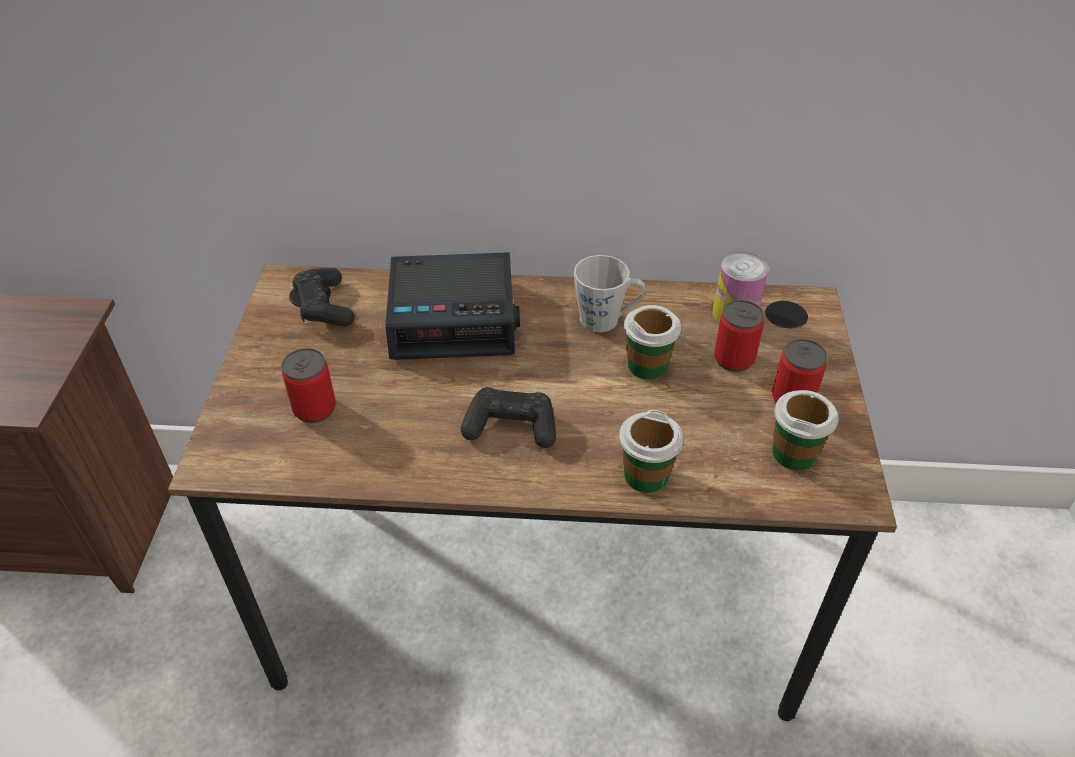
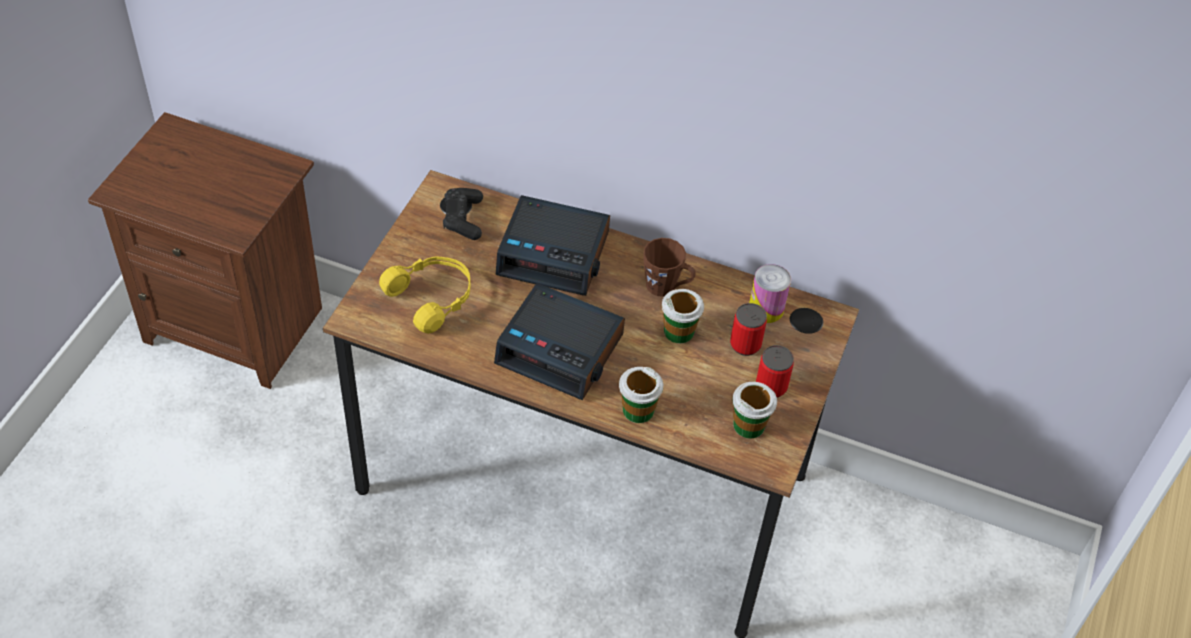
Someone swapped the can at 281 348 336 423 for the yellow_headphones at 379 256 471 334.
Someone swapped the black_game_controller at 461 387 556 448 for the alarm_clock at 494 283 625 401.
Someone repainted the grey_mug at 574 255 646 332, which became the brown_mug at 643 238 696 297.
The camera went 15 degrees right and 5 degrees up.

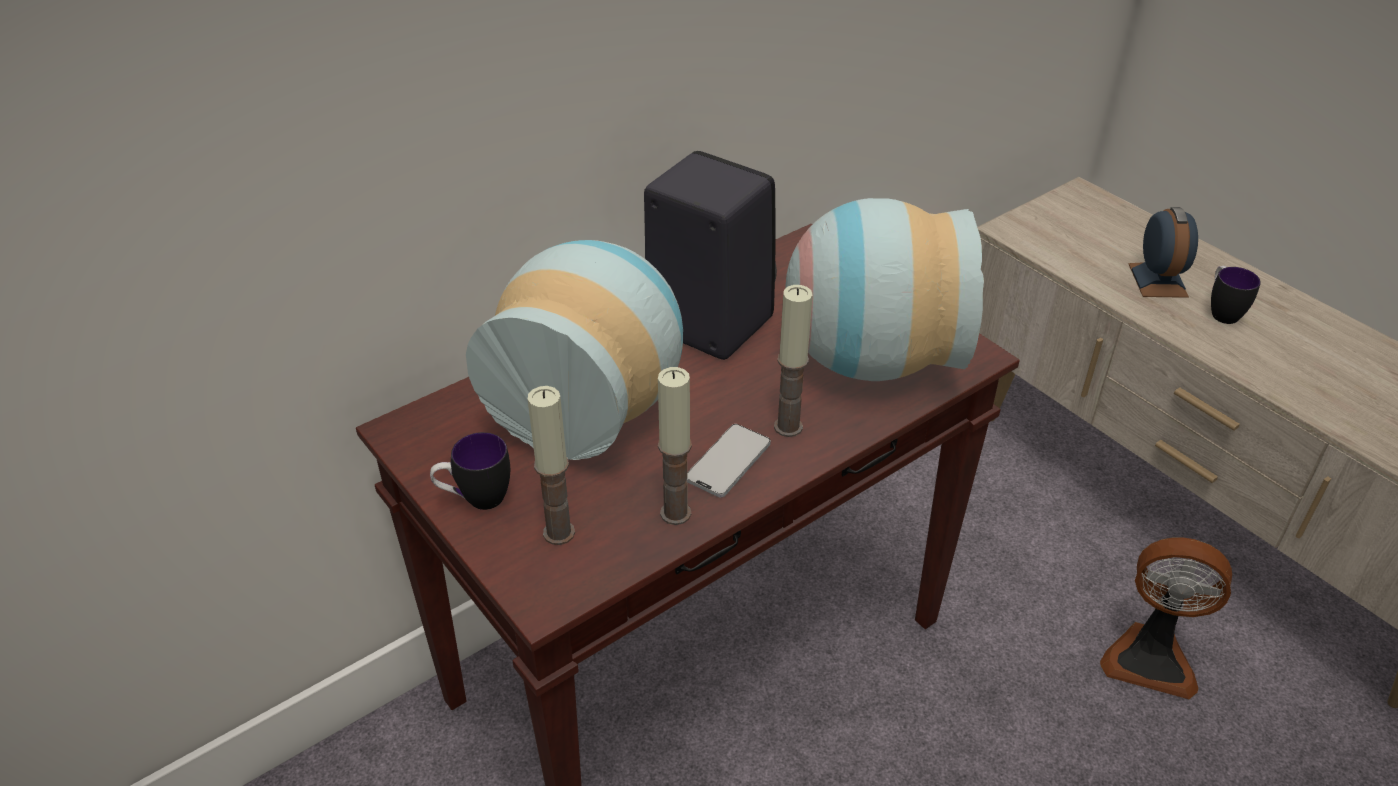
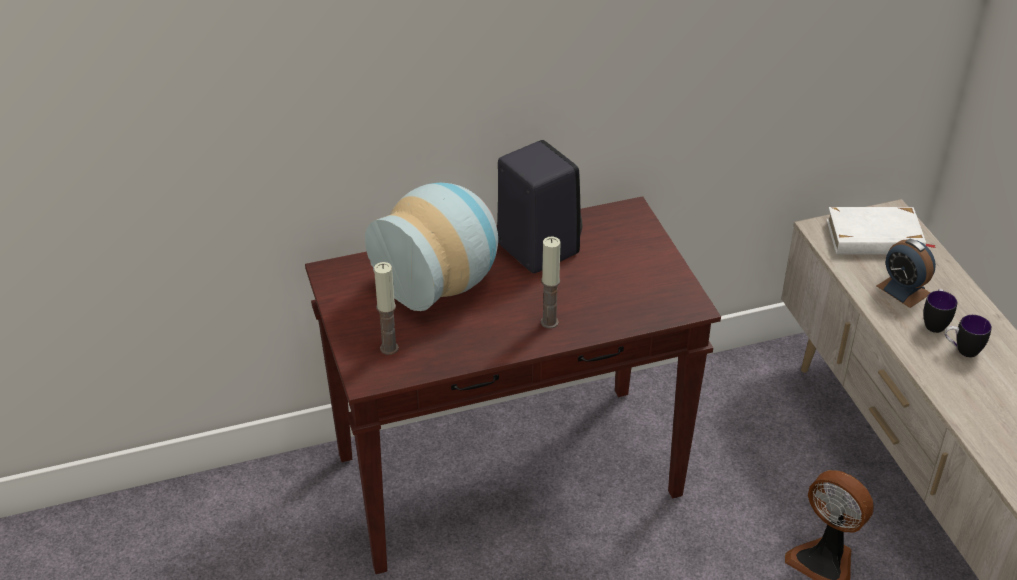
Someone took away the candle at 658 367 692 525.
Someone took away the phone at 687 424 771 498.
Someone took away the vase at 785 198 984 381.
Someone put down the white_book at 826 207 936 255.
Someone carried the mug from 430 432 510 510 to 945 315 992 357.
Someone rotated the alarm_clock at 1129 207 1198 298 by 120 degrees clockwise.
The camera went 20 degrees right and 0 degrees up.

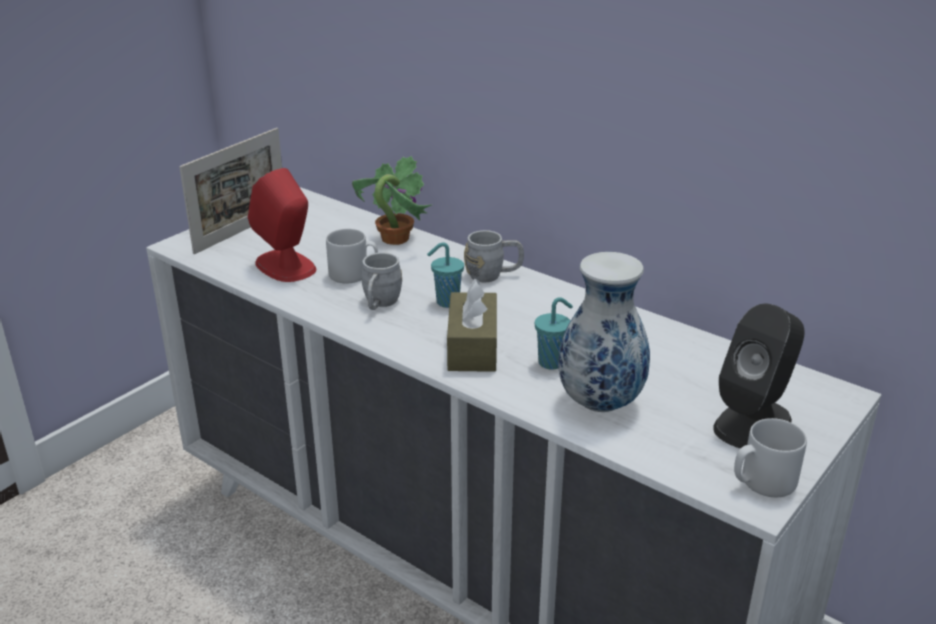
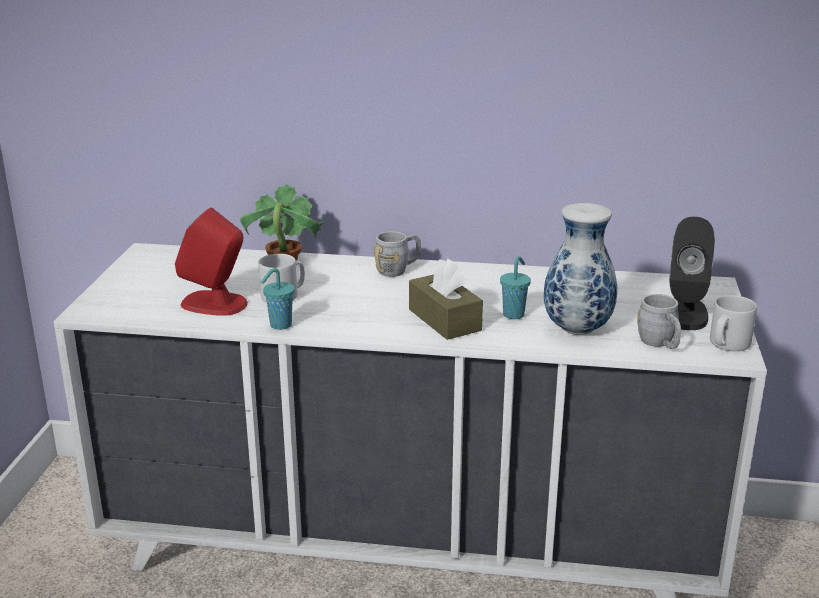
Someone took away the picture_frame at 179 128 282 254.
Someone carried the grey_mug from 361 252 402 310 to 637 294 681 349.
Someone carried the turquoise_cup from 427 243 464 308 to 261 268 295 330.
The camera went 30 degrees left and 5 degrees down.

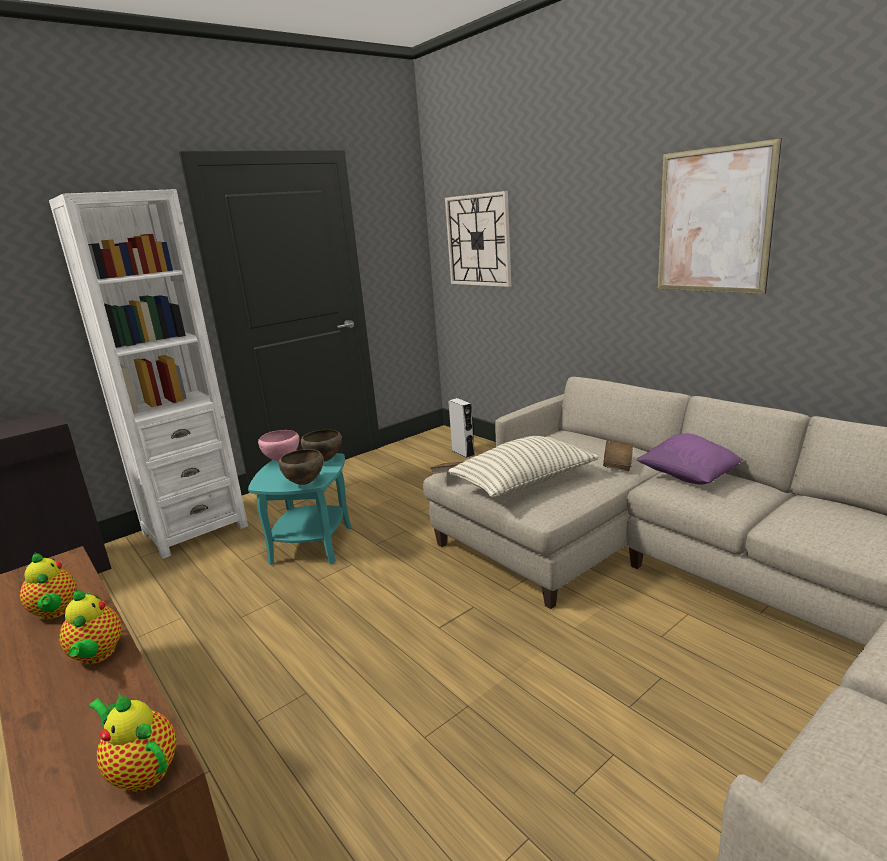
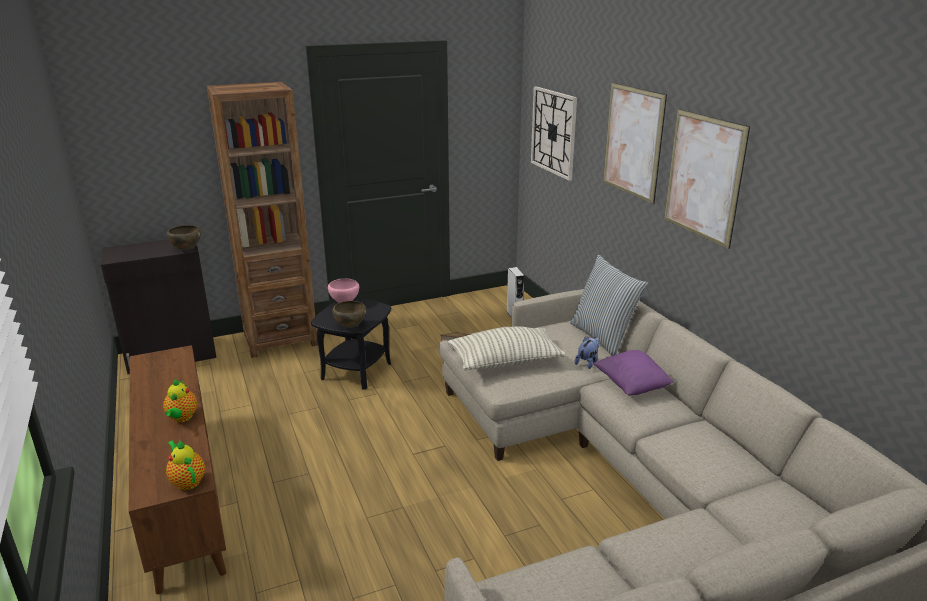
Someone took away the teapot at 20 552 77 620.
Someone put down the pillow at 570 255 648 356.
Someone put up the picture at 603 83 667 204.
Someone carried the brown_bowl from 301 429 342 462 to 167 225 201 251.
Someone swapped the brown_book at 603 440 633 471 for the plush_toy at 575 336 600 369.
Someone repainted the white_bookcase at 49 189 248 559, which became the brown_bookcase at 207 82 318 358.
Someone repainted the turquoise_side_table at 248 453 351 565, which became the black_side_table at 311 298 392 390.
The camera went 15 degrees right and 5 degrees up.

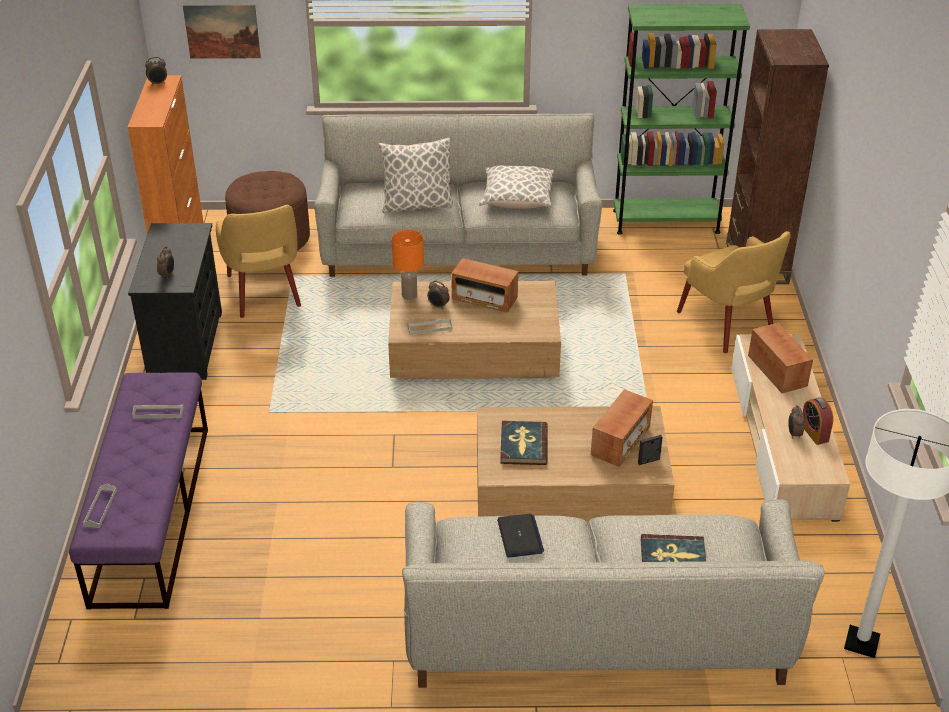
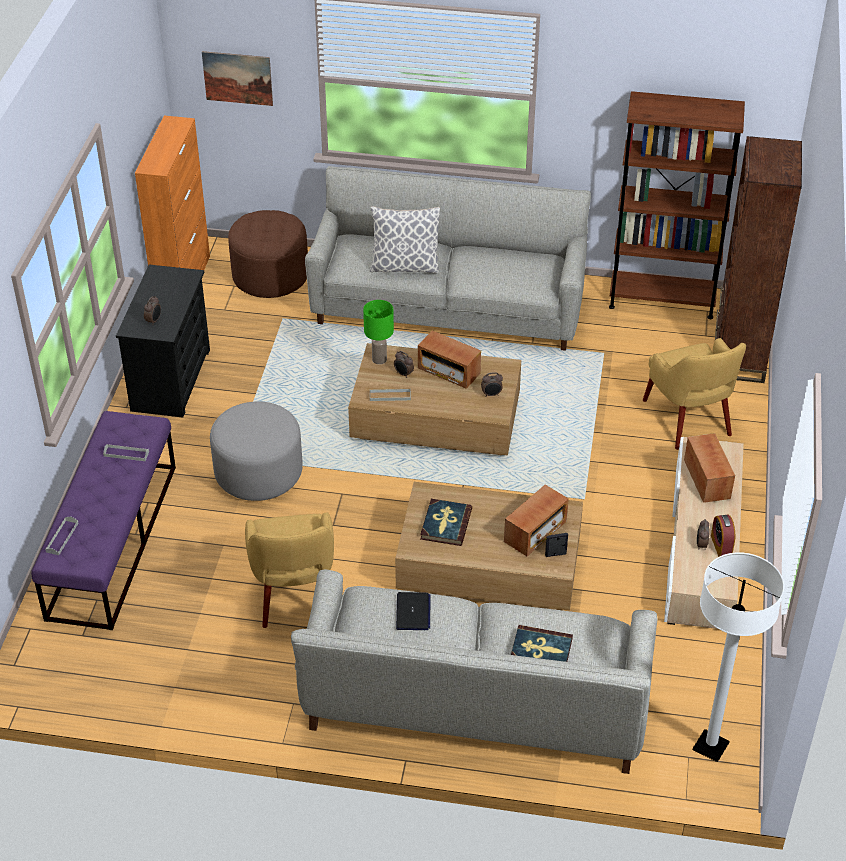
Someone took away the pillow at 479 165 554 209.
Someone put down the grey_ottoman at 210 401 303 501.
Someone carried the alarm_clock from 145 57 167 85 to 481 372 503 397.
Someone carried the yellow_armchair from 216 205 301 318 to 245 513 334 628.
Someone repainted the orange_table_lamp at 392 230 424 300, which became the green_table_lamp at 363 300 394 364.
Someone repainted the green_bookcase at 613 4 750 235, which became the brown_bookcase at 609 91 745 319.
The camera went 10 degrees right and 5 degrees up.

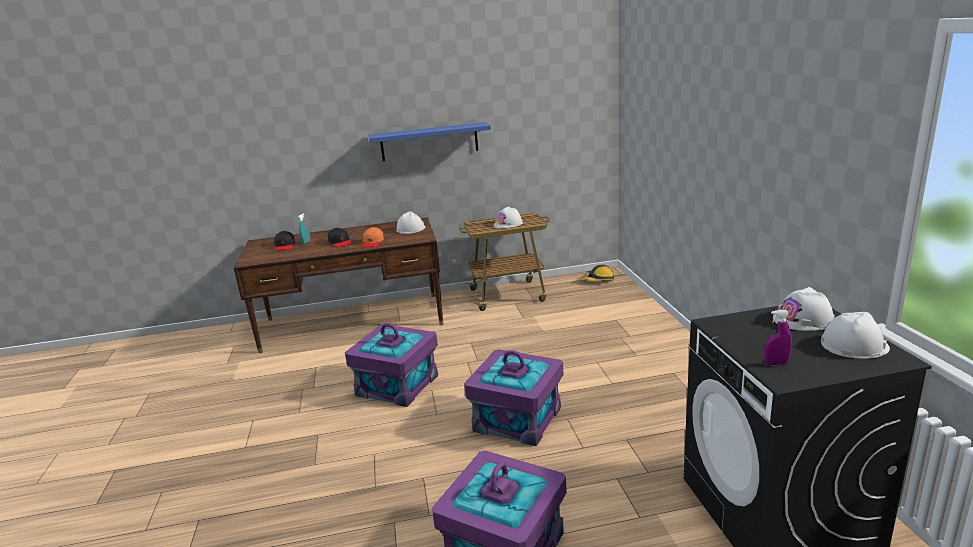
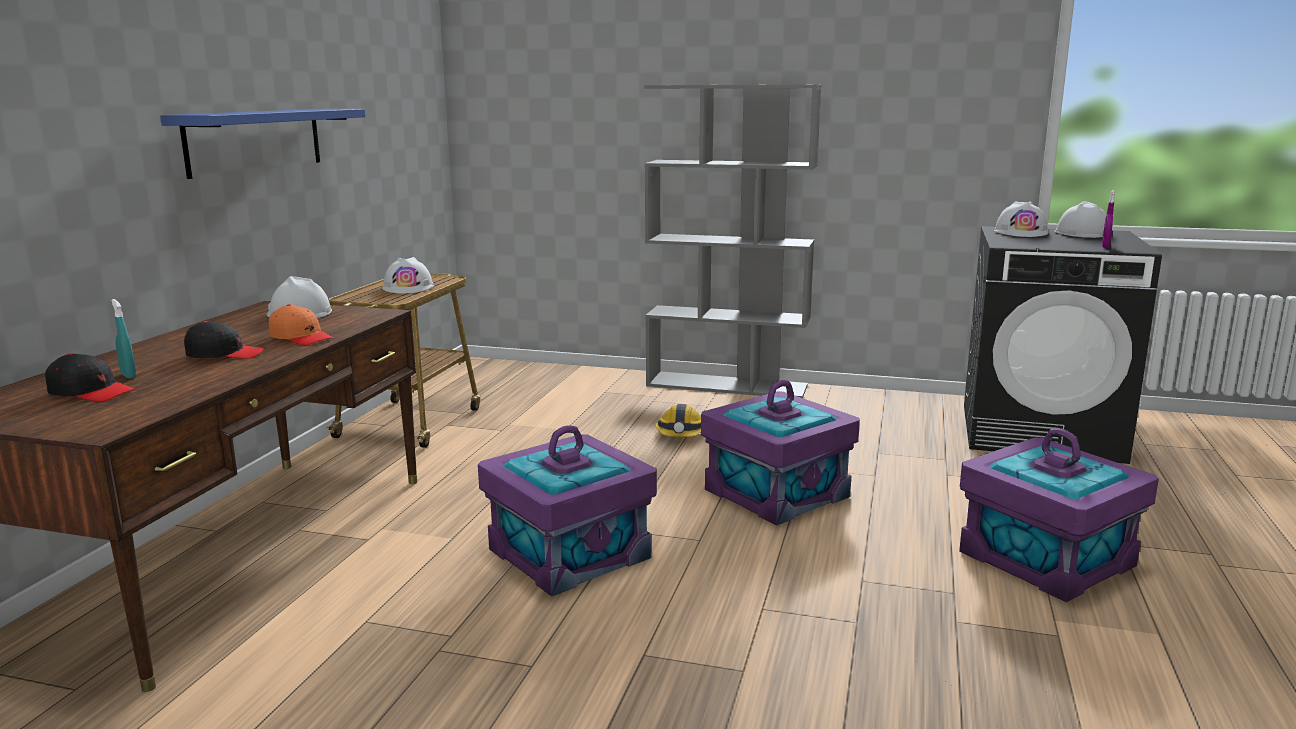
Someone put down the grey_bookcase at 644 84 822 398.
Someone carried the hard_hat from 583 264 615 281 to 655 404 701 437.
The camera went 65 degrees left and 5 degrees down.

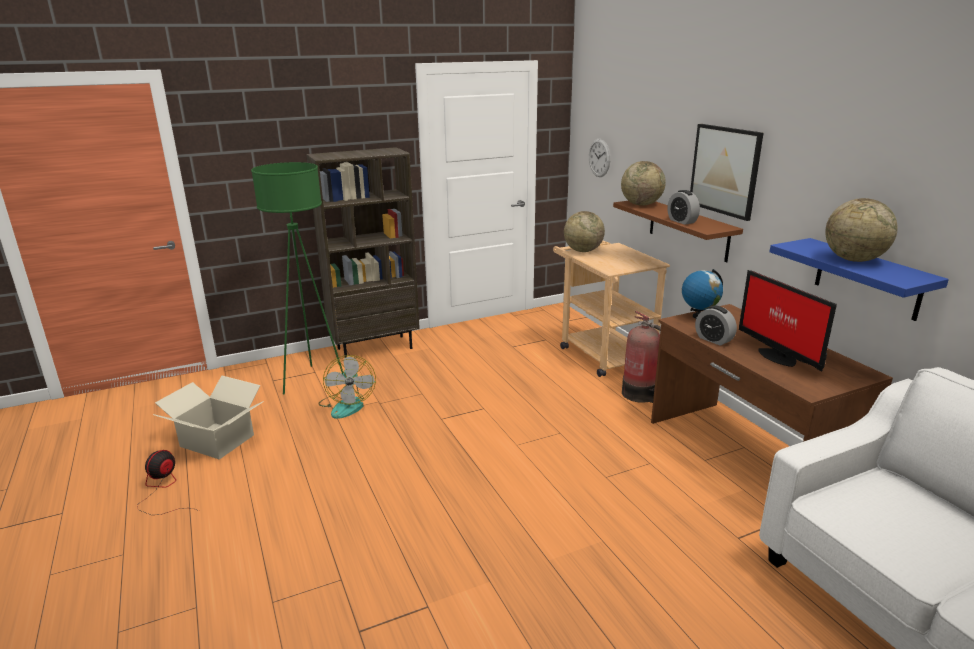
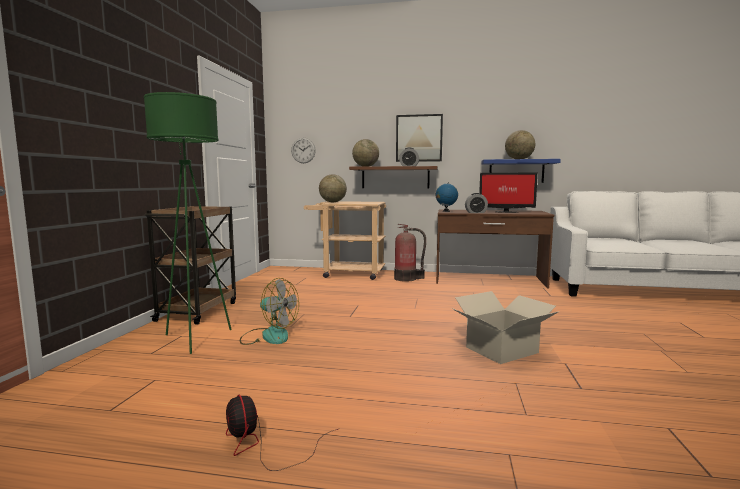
Someone carried the cardboard_box from 153 376 264 459 to 451 291 559 364.
Someone swapped the brown_bookcase at 306 147 420 358 for the brown_cart at 145 206 236 325.
The camera went 55 degrees left and 15 degrees down.

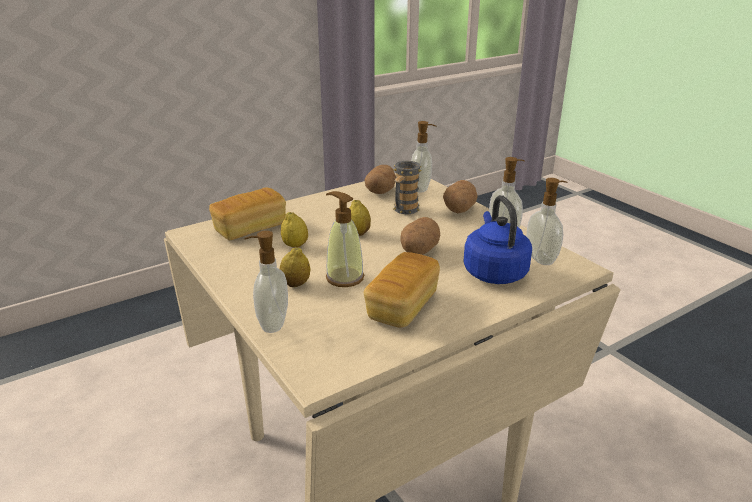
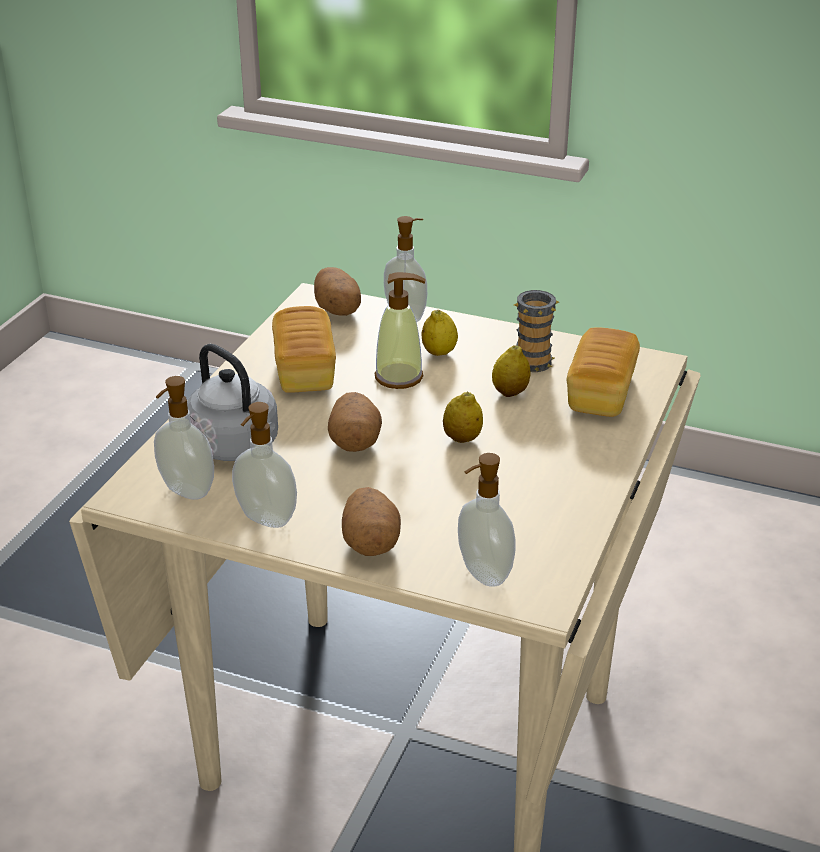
Someone carried the potato from 365 165 396 194 to 314 267 361 316.
Someone carried the mug from 393 161 422 214 to 514 290 559 372.
Someone repainted the blue_kettle at 463 195 532 284, which became the grey_kettle at 187 344 278 461.
The camera went 145 degrees right and 5 degrees up.

